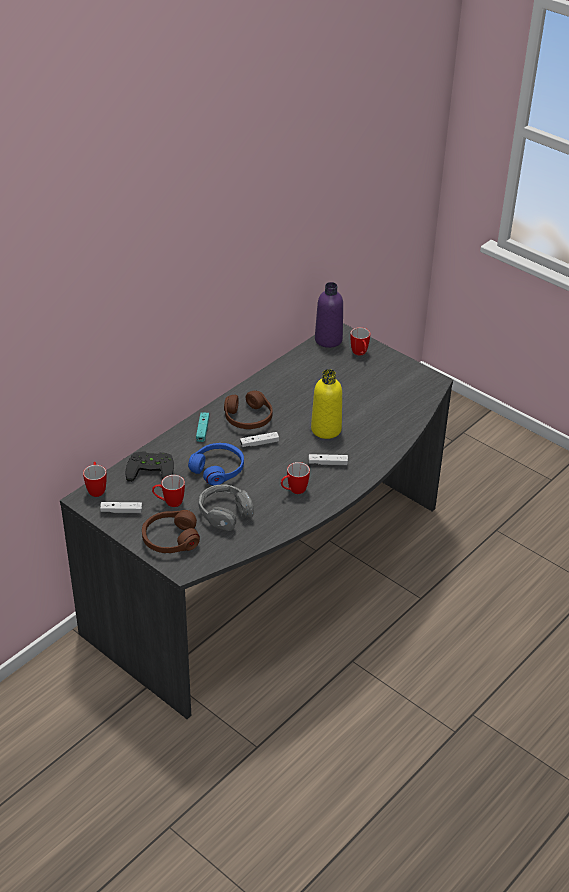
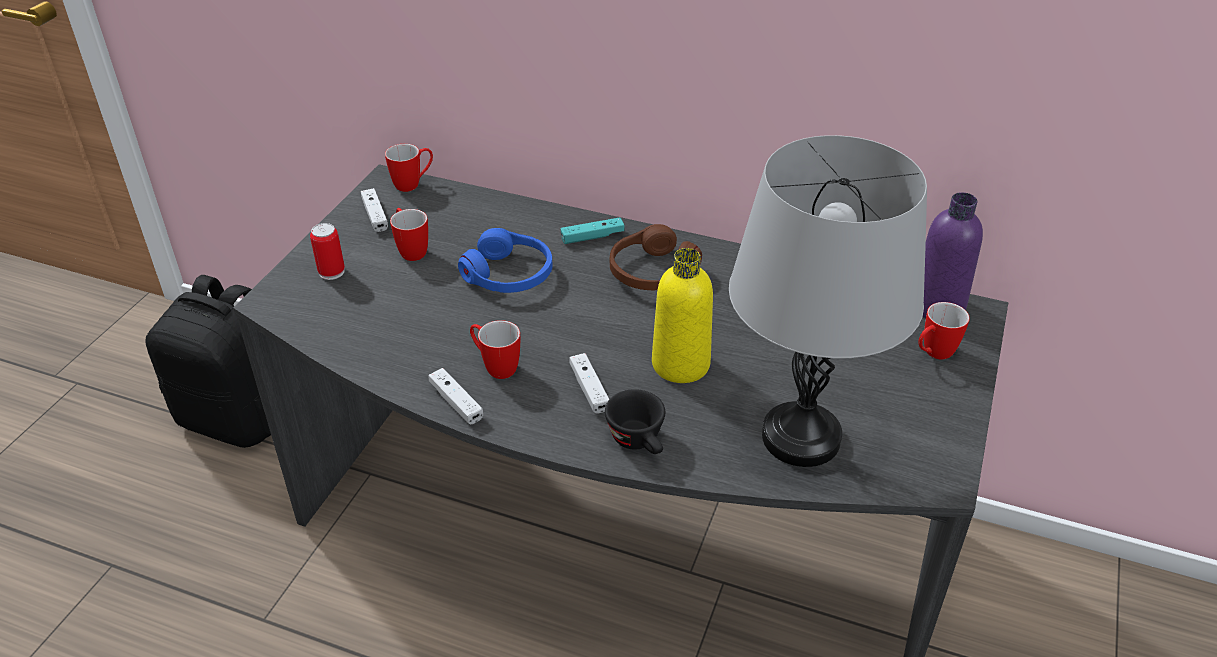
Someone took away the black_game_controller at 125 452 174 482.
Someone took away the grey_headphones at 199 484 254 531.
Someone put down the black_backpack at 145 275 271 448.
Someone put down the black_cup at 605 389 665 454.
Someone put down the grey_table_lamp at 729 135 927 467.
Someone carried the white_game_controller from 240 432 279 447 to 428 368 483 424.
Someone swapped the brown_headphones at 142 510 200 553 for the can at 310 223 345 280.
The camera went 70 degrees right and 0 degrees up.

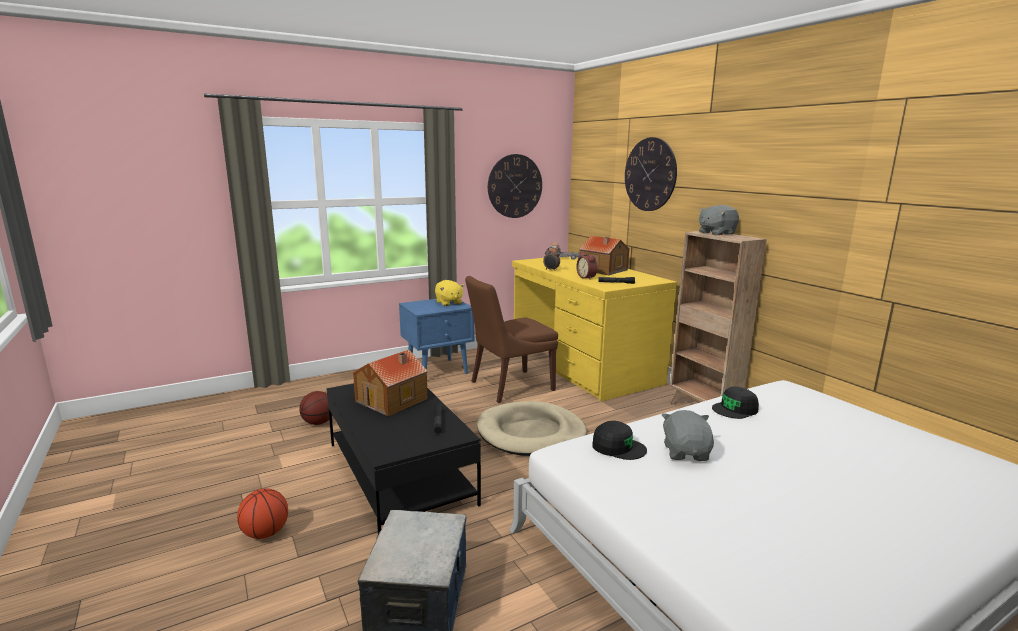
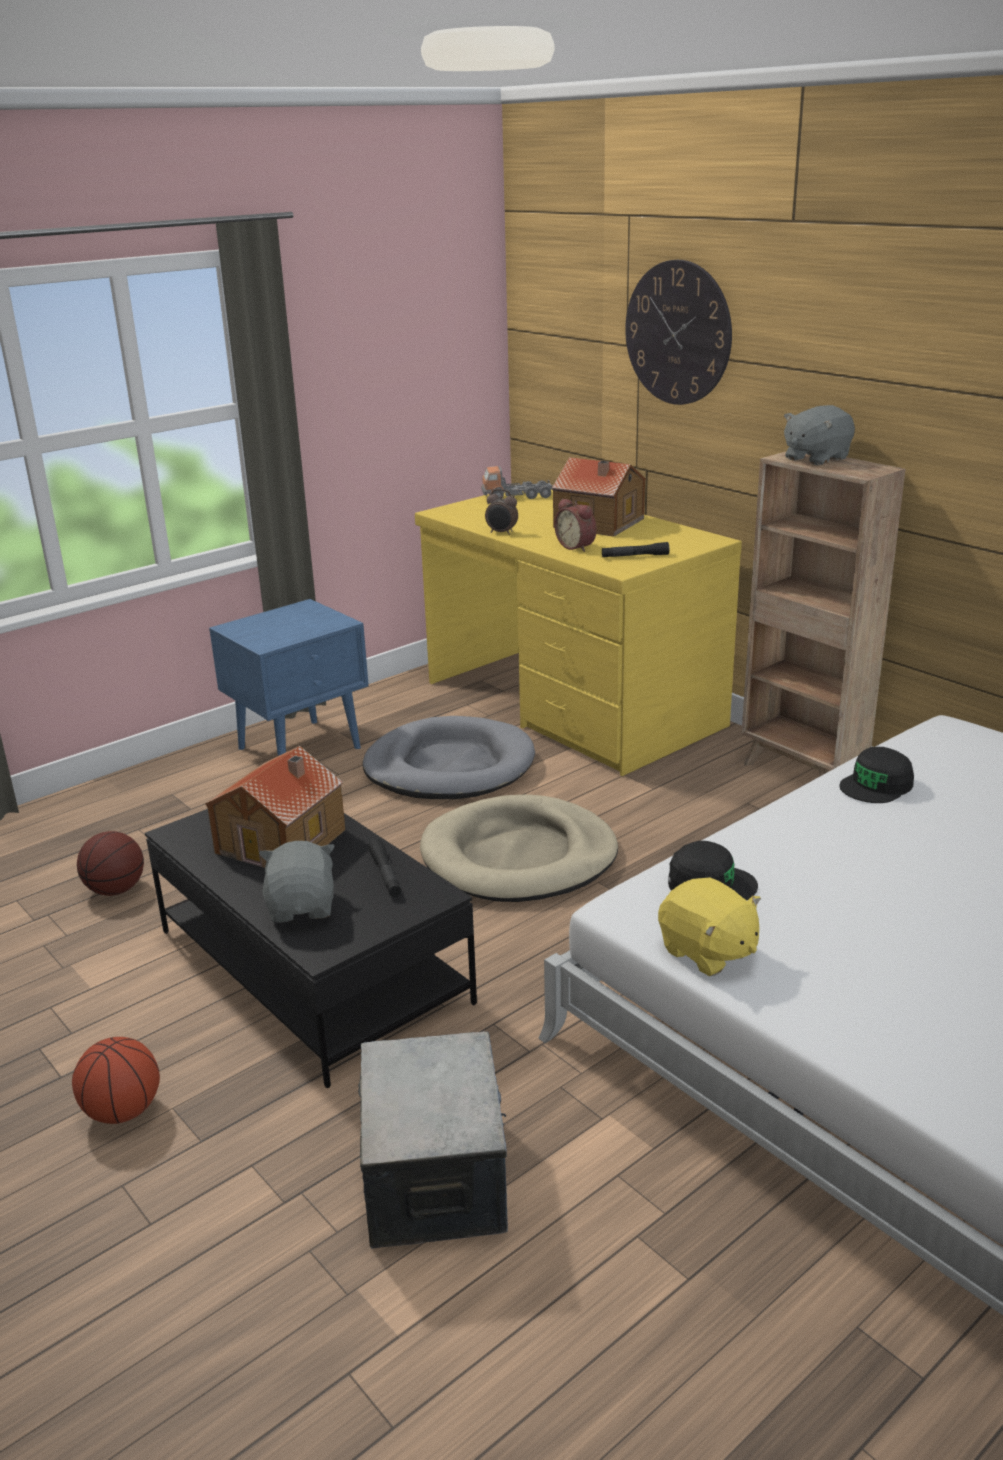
Someone took away the wall_clock at 488 154 542 218.
Someone carried the yellow_plush_toy from 435 280 464 306 to 658 878 761 976.
Someone carried the grey_plush_toy from 662 410 714 461 to 259 841 335 923.
Someone swapped the brown_chair at 465 276 558 403 for the grey_dog_bed at 363 716 535 799.
The camera went 10 degrees left and 10 degrees up.

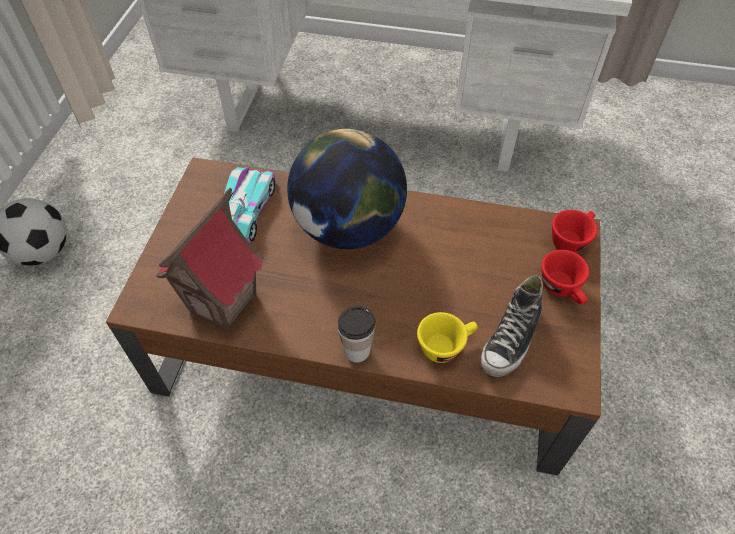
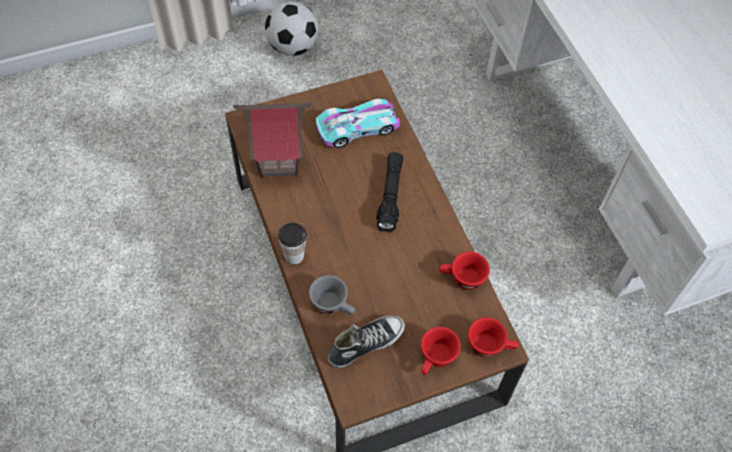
Someone put down the red_cup at 439 252 490 290.
Someone swapped the globe at 287 129 407 249 for the black_flashlight at 376 152 403 233.
Someone repainted the yellow_cup at 417 312 478 363, which became the grey_cup at 309 275 355 314.
Someone rotated the shoe at 481 275 543 377 by 150 degrees clockwise.
The camera went 55 degrees right and 5 degrees up.

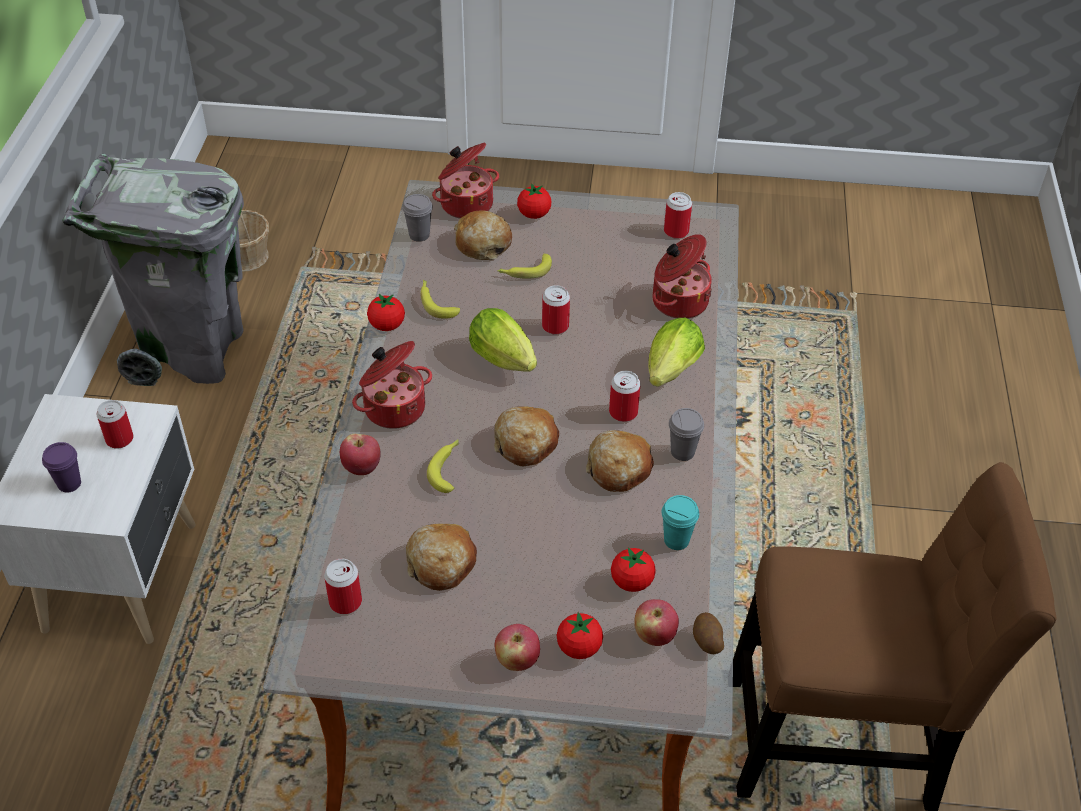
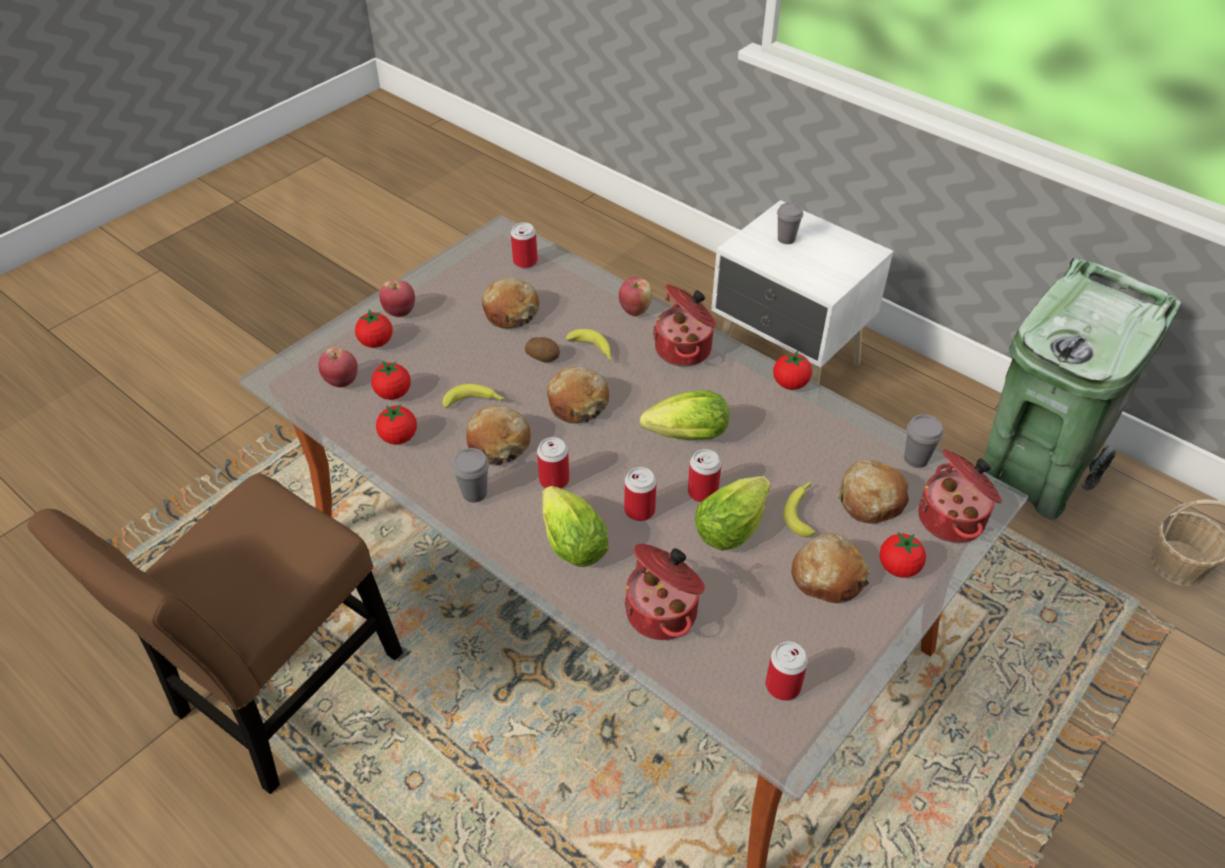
Someone put down the lettuce at 694 476 771 551.
Someone put down the bread at 791 533 870 603.
Someone carried the can from 97 400 133 449 to 624 467 657 521.
Someone carried the banana from 421 280 460 319 to 443 384 506 408.
Someone carried the potato from 693 612 724 654 to 525 337 560 362.
Someone swapped the turquoise_cup at 662 495 699 550 for the tomato at 376 404 417 445.
Someone repainted the purple_cup at 42 442 81 493, which became the grey_cup at 777 202 803 244.
Someone repainted the grey_trash_can at 62 154 244 386, which became the green_trash_can at 983 258 1182 520.
The camera went 125 degrees right and 0 degrees up.

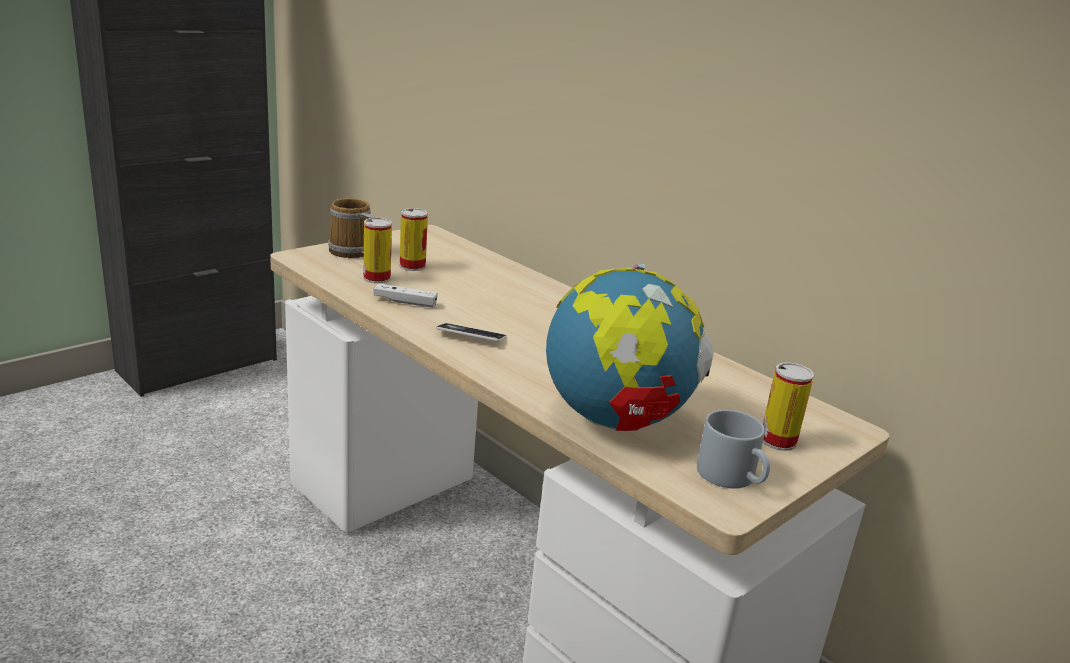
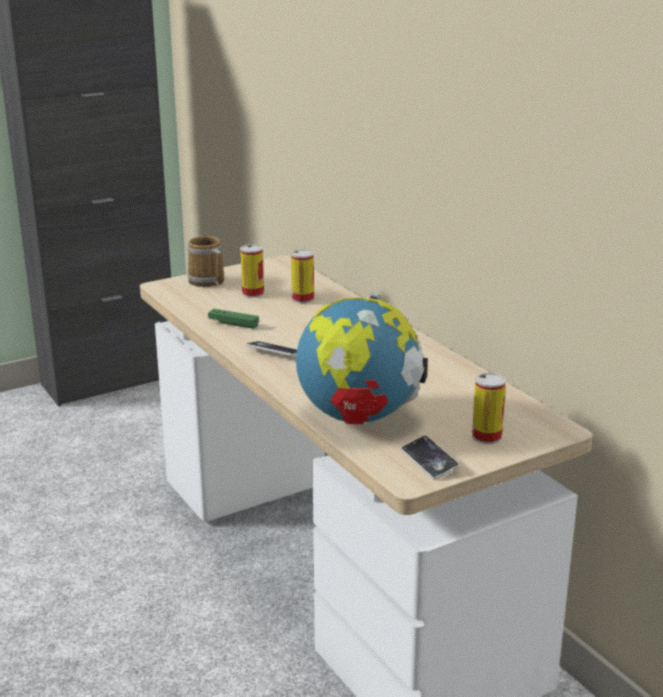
Someone carried the can from 363 218 392 283 to 291 249 314 303.
Someone swapped the grey_mug at 697 410 770 488 for the phone at 401 436 460 479.
Someone repainted the white_game_controller at 374 283 438 308, which became the green_game_controller at 208 309 259 329.
The camera went 15 degrees right and 0 degrees up.

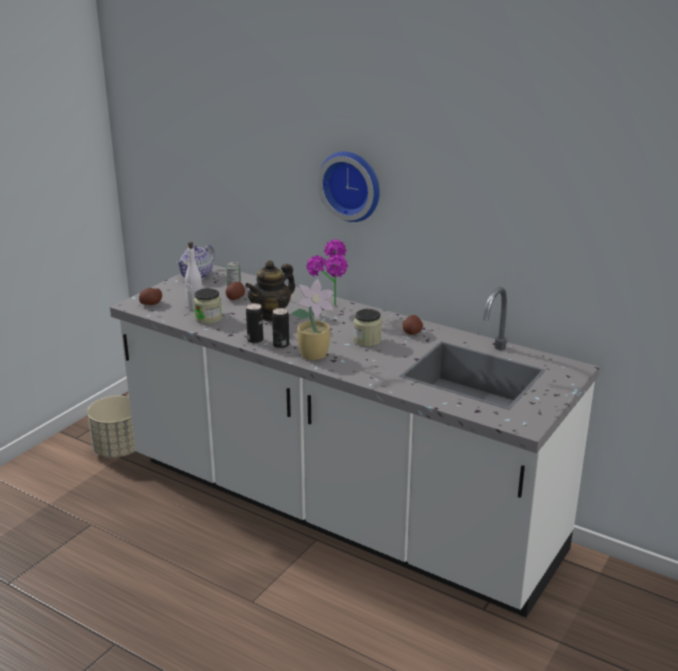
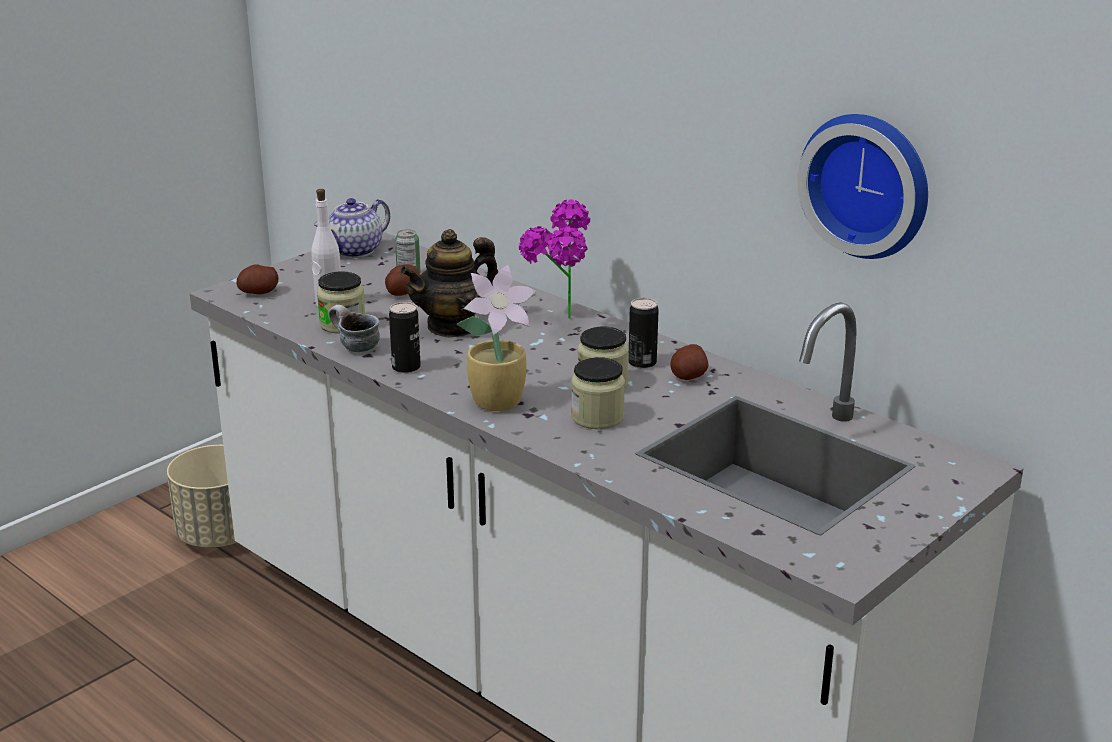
Someone put down the mug at 329 305 380 352.
Someone put down the jar at 571 357 625 429.
Someone carried the can from 272 308 289 348 to 628 298 659 369.
Someone carried the wall_clock from 318 152 380 222 to 797 114 928 259.
The camera went 10 degrees right and 0 degrees up.

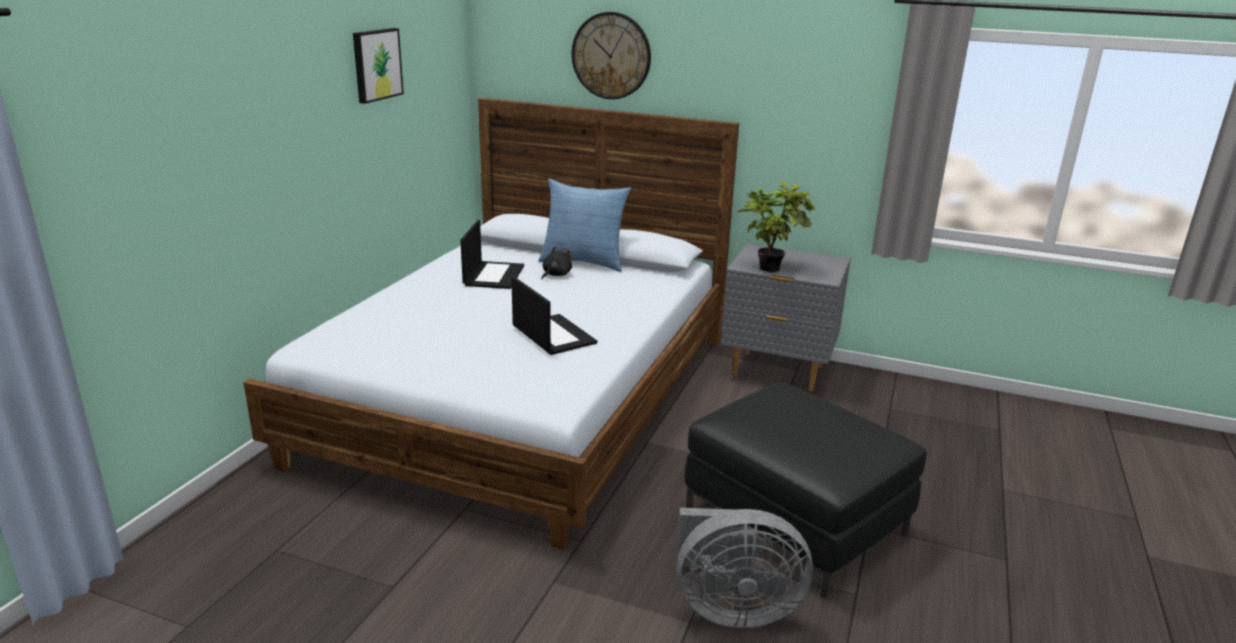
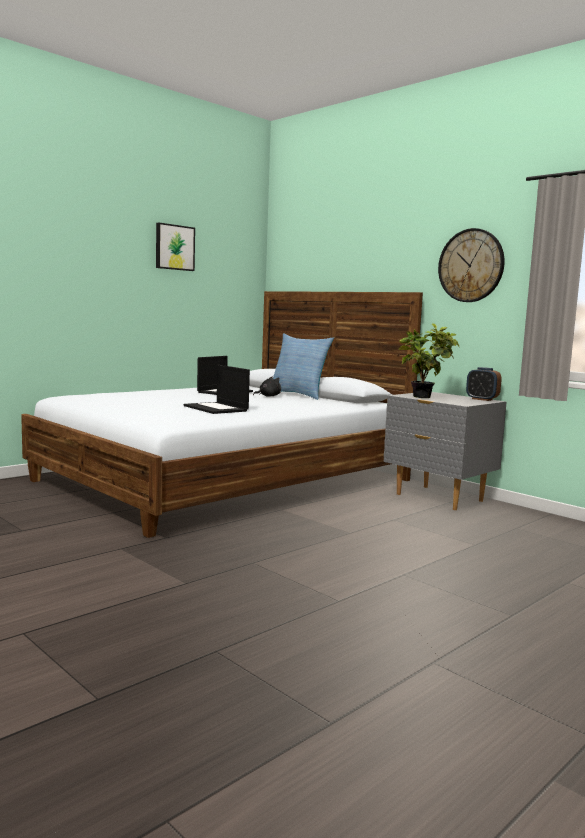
Someone took away the grey_fan at 676 508 813 628.
Someone took away the black_ottoman at 685 382 927 599.
Someone put down the alarm_clock at 466 367 502 401.
Someone carried the wall_clock from 572 12 651 99 to 438 228 505 302.
Someone rotated the laptop at 511 277 597 355 by 150 degrees clockwise.
The camera went 25 degrees right and 15 degrees down.

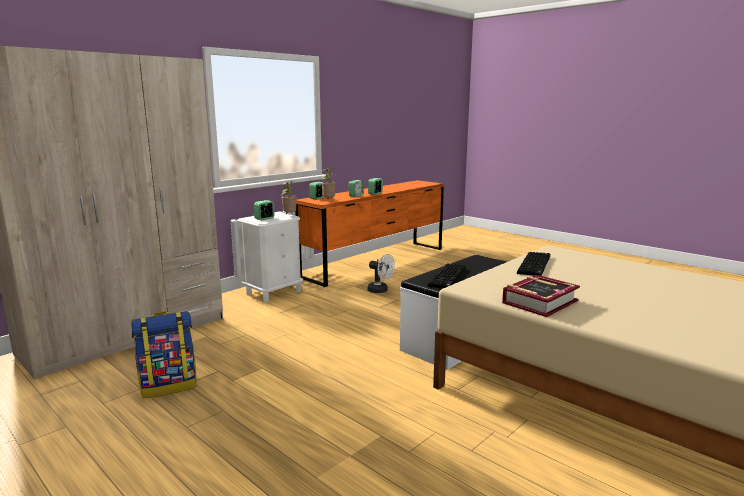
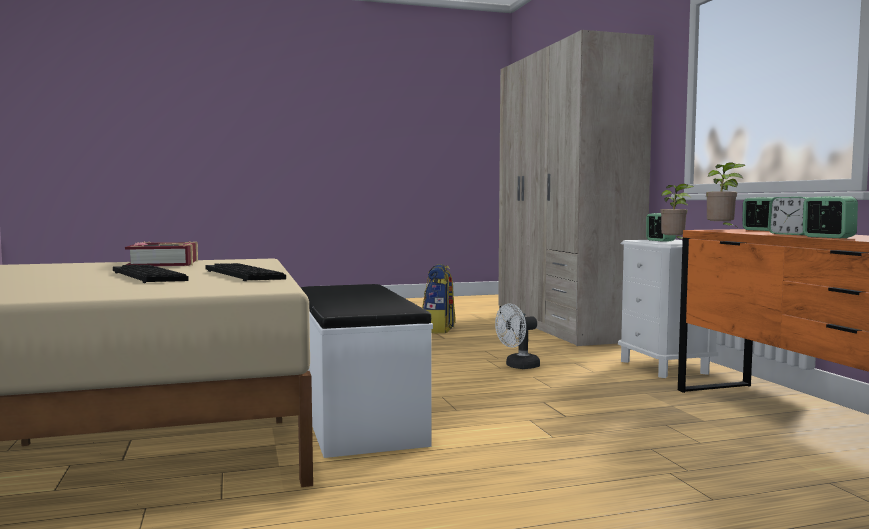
Someone carried the white_fan from 367 254 395 293 to 495 303 540 369.
Someone carried the keyboard from 427 263 466 288 to 113 265 188 283.
The camera went 120 degrees right and 10 degrees down.

